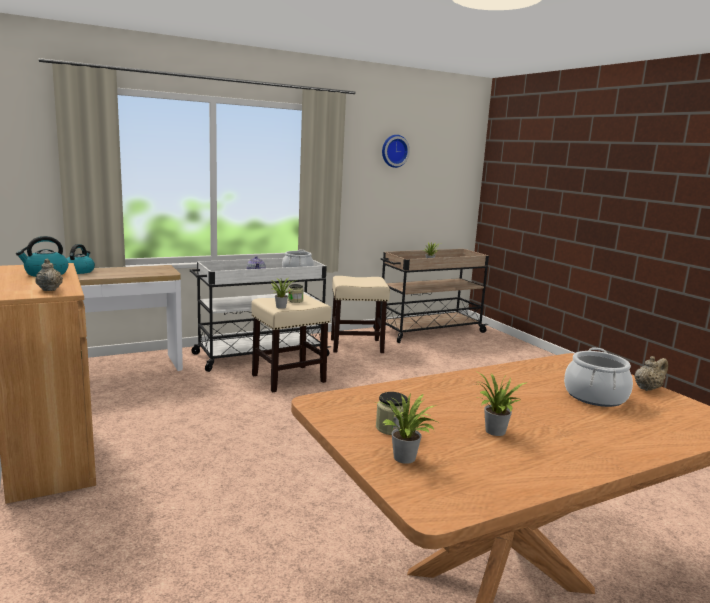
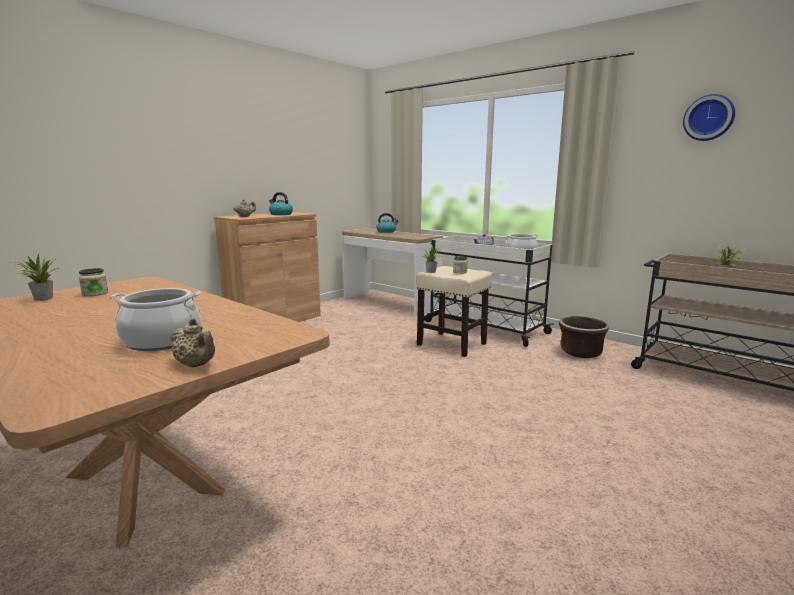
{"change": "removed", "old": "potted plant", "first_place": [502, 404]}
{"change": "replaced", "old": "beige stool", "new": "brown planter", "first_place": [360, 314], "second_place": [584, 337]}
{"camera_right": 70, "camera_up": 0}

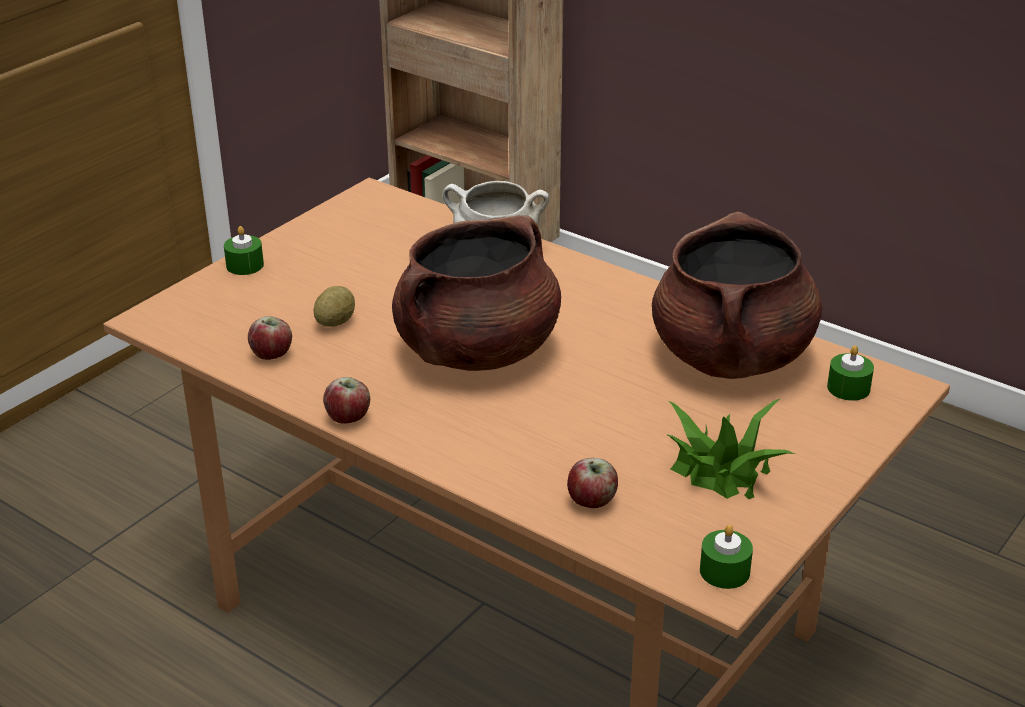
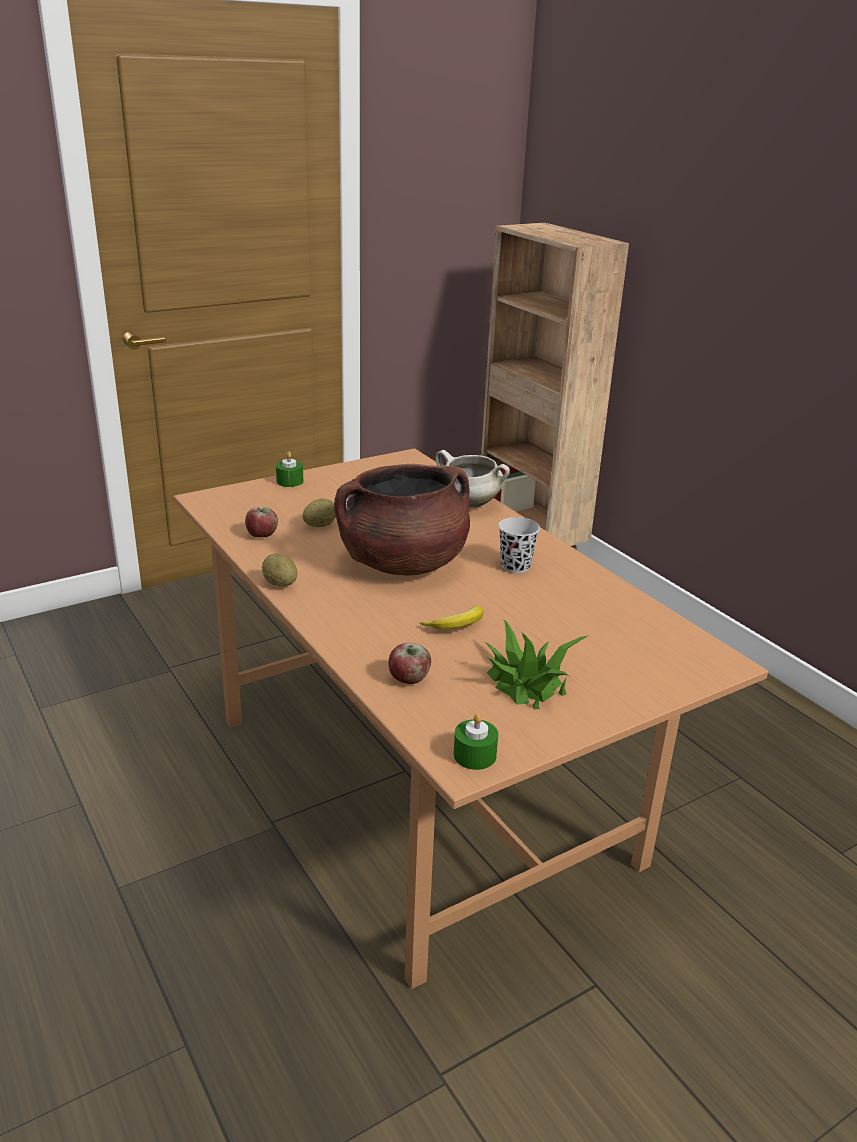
{"change": "removed", "old": "brown cooking pot", "first_place": [737, 295]}
{"change": "removed", "old": "green candle", "first_place": [850, 373]}
{"change": "added", "new": "banana", "second_place": [451, 618]}
{"change": "added", "new": "black cup", "second_place": [519, 545]}
{"change": "replaced", "old": "apple", "new": "potato", "first_place": [346, 400], "second_place": [279, 569]}
{"camera_right": 20, "camera_up": -5}

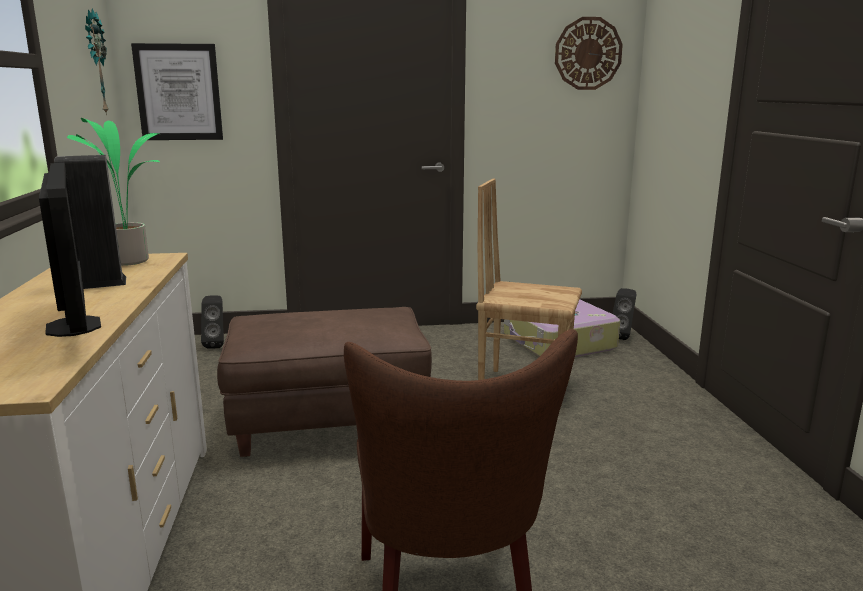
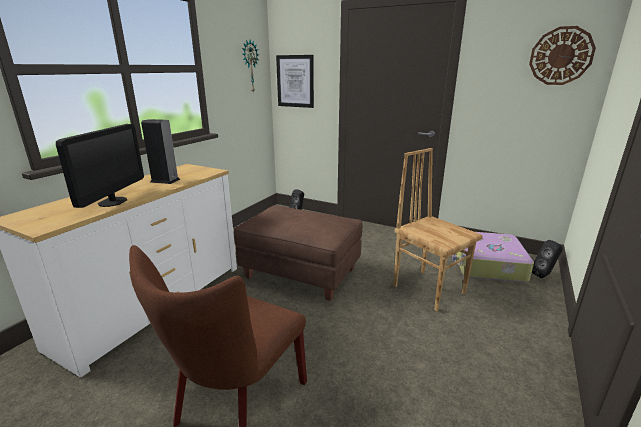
{"change": "removed", "old": "potted plant", "first_place": [113, 192]}
{"camera_right": 35, "camera_up": 5}

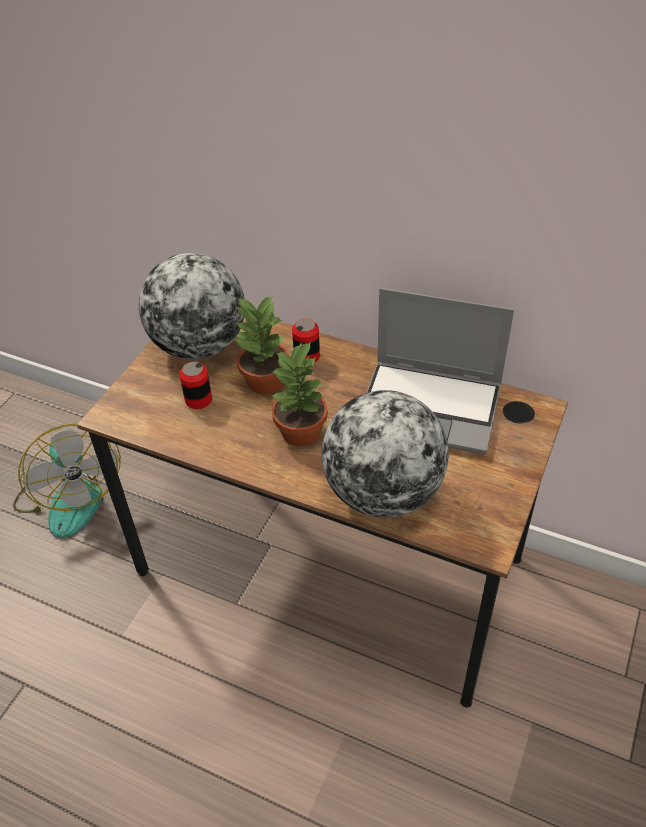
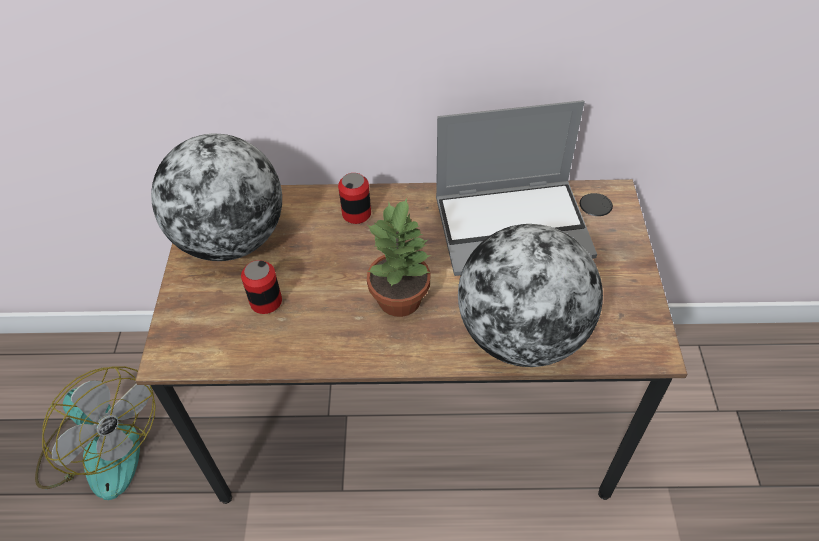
{"change": "removed", "old": "potted plant", "first_place": [261, 345]}
{"camera_right": -25, "camera_up": 5}

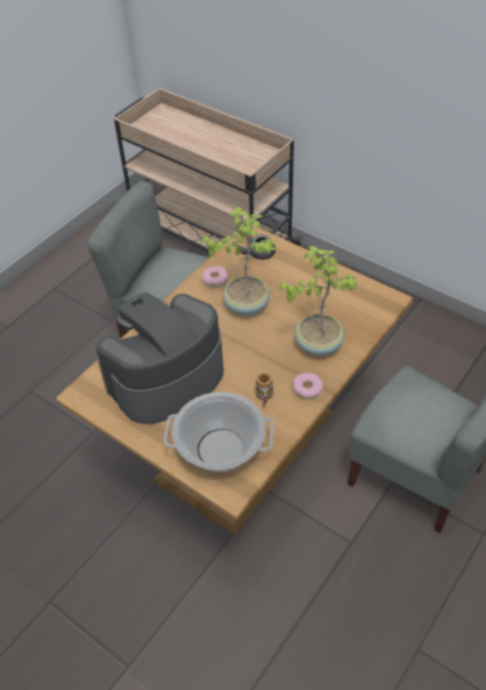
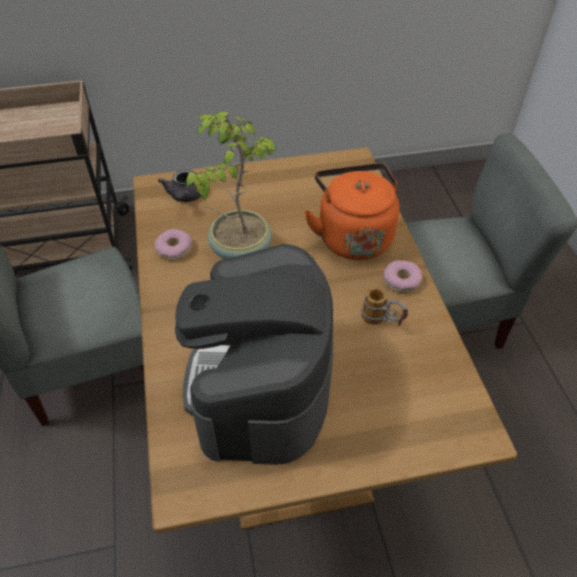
{"change": "removed", "old": "cooking pot", "first_place": [219, 432]}
{"change": "replaced", "old": "potted plant", "new": "orange kettle", "first_place": [318, 301], "second_place": [352, 211]}
{"camera_right": -50, "camera_up": 0}

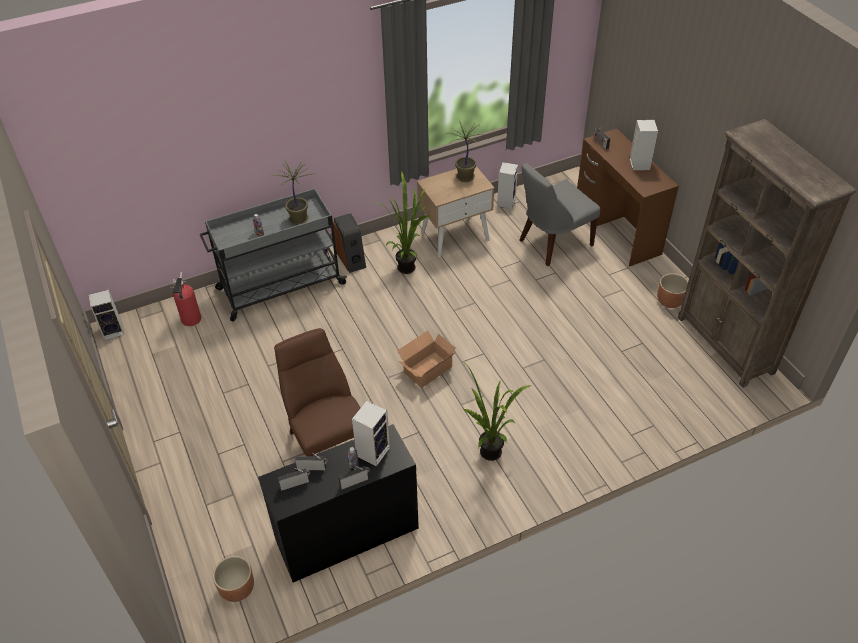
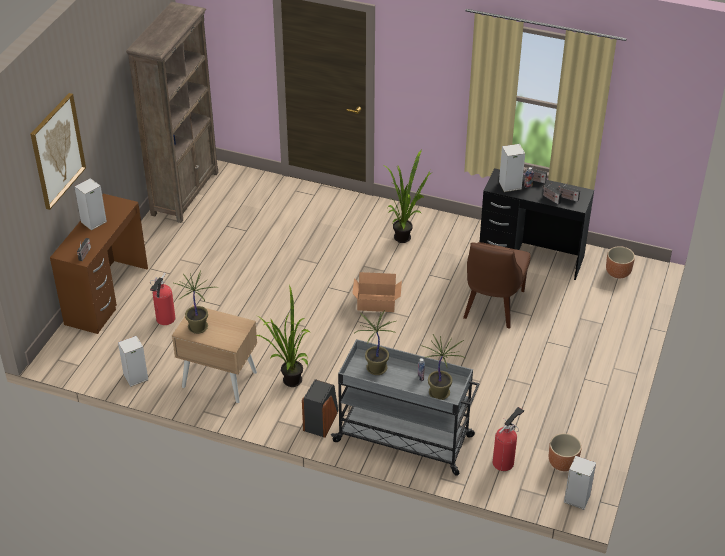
{"change": "added", "new": "picture", "second_place": [58, 151]}
{"change": "added", "new": "potted plant", "second_place": [443, 367]}
{"change": "moved", "old": "brown planter", "first_place": [672, 290], "second_place": [565, 452]}
{"change": "replaced", "old": "grey chair", "new": "fire extinguisher", "first_place": [559, 214], "second_place": [162, 299]}
{"camera_right": -135, "camera_up": -5}

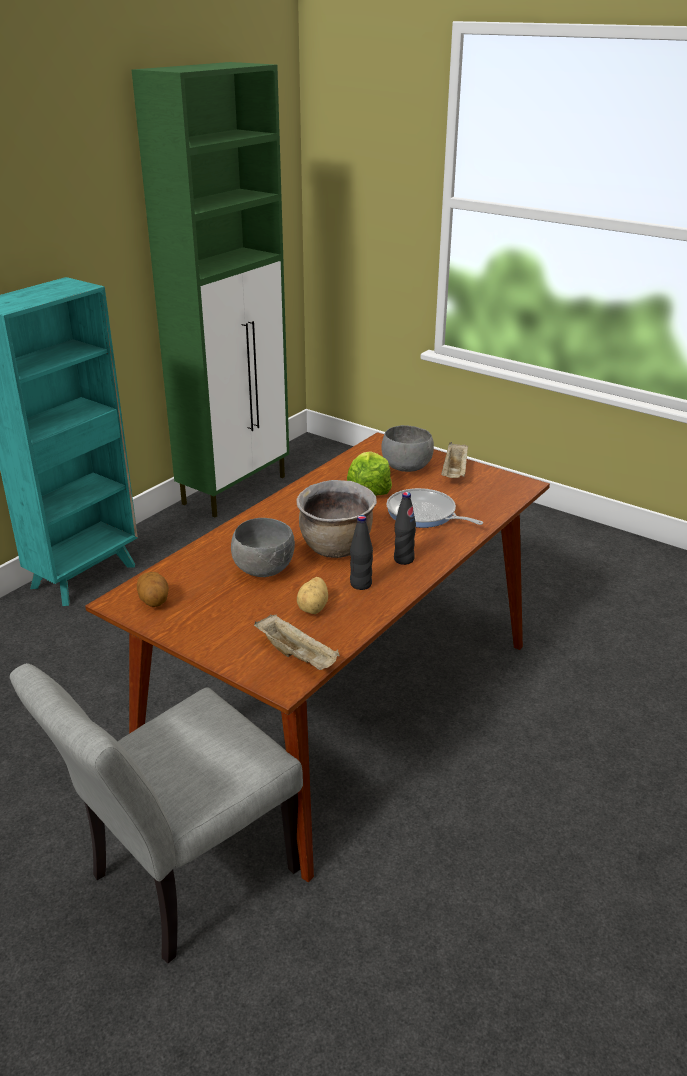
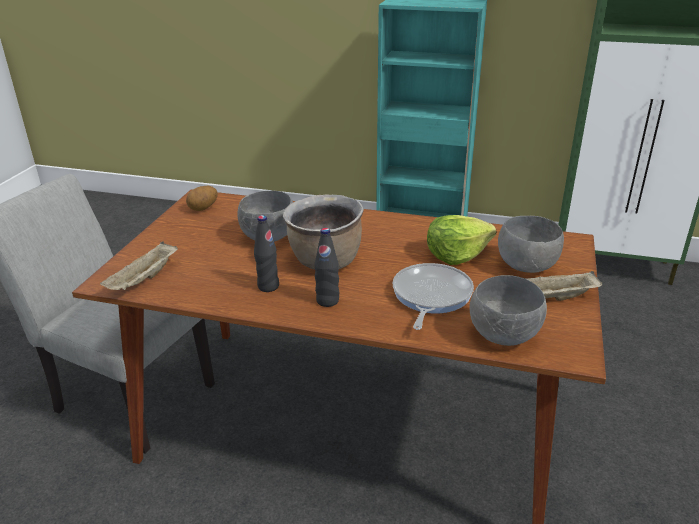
{"change": "removed", "old": "potato", "first_place": [312, 595]}
{"change": "added", "new": "grey bowl", "second_place": [508, 310]}
{"camera_right": 70, "camera_up": 0}

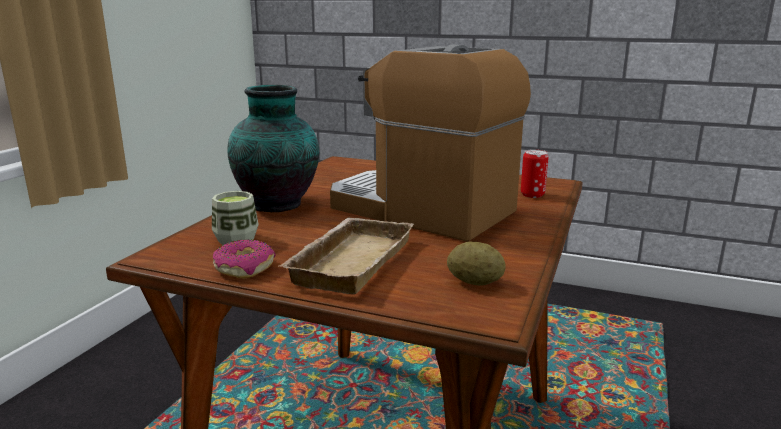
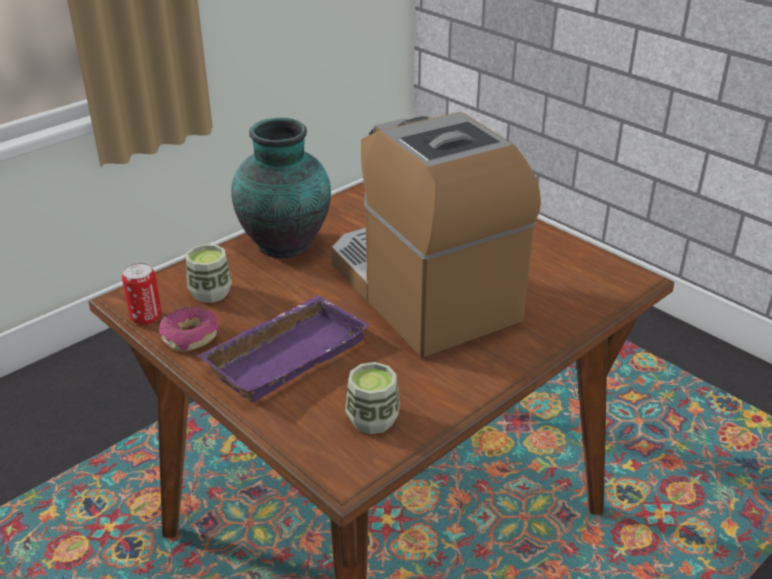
{"change": "moved", "old": "can", "first_place": [535, 173], "second_place": [142, 293]}
{"change": "replaced", "old": "potato", "new": "cup", "first_place": [476, 263], "second_place": [372, 398]}
{"change": "recoloured", "old": "beige tray", "new": "purple tray", "first_place": [346, 256], "second_place": [283, 348]}
{"camera_right": 25, "camera_up": 15}

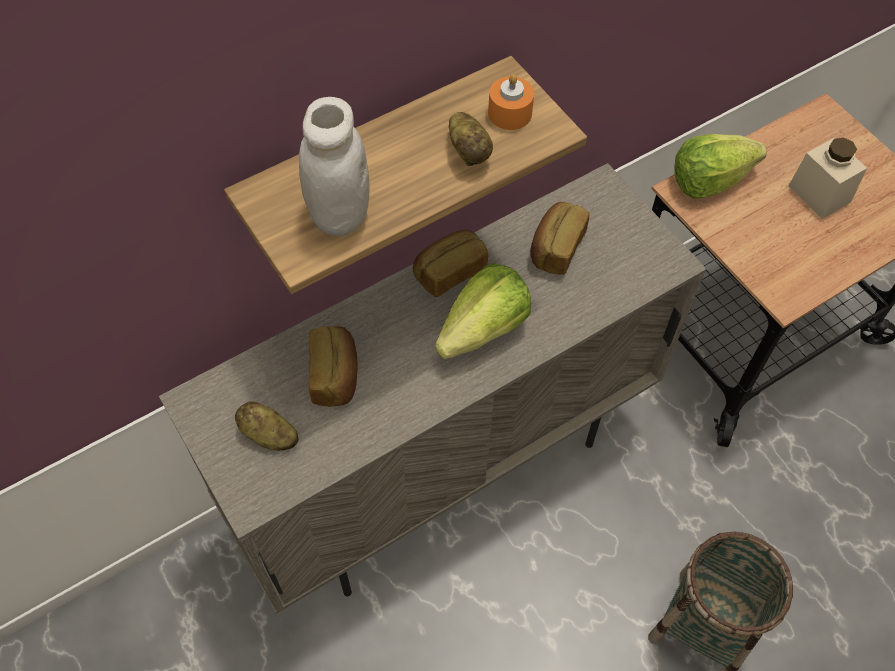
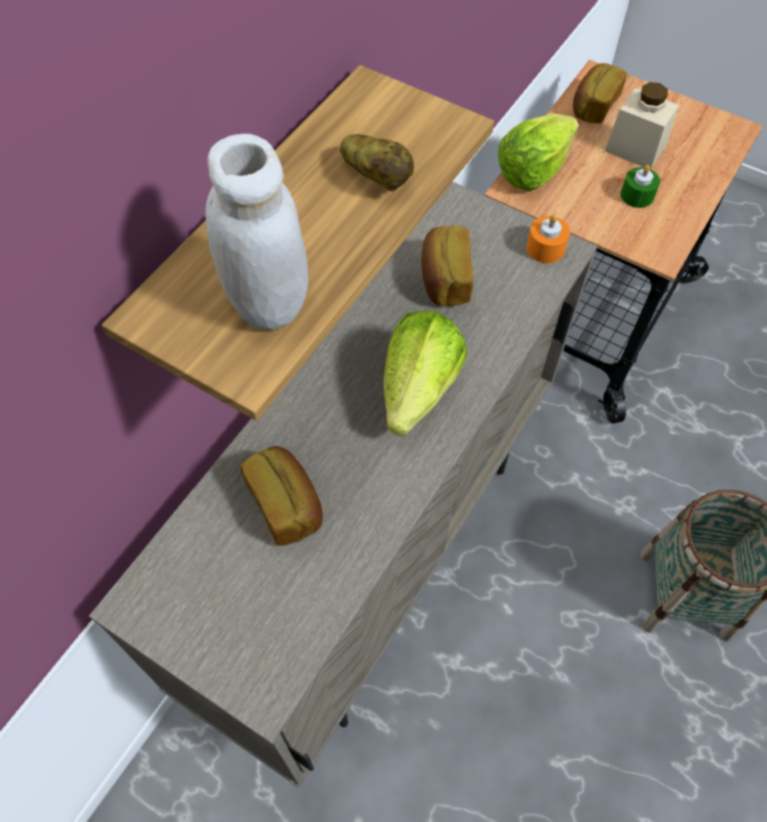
{"change": "removed", "old": "potato", "first_place": [266, 426]}
{"change": "added", "new": "green candle", "second_place": [640, 186]}
{"change": "moved", "old": "bread", "first_place": [450, 263], "second_place": [600, 93]}
{"change": "moved", "old": "orange candle", "first_place": [511, 102], "second_place": [548, 239]}
{"camera_right": -25, "camera_up": 0}

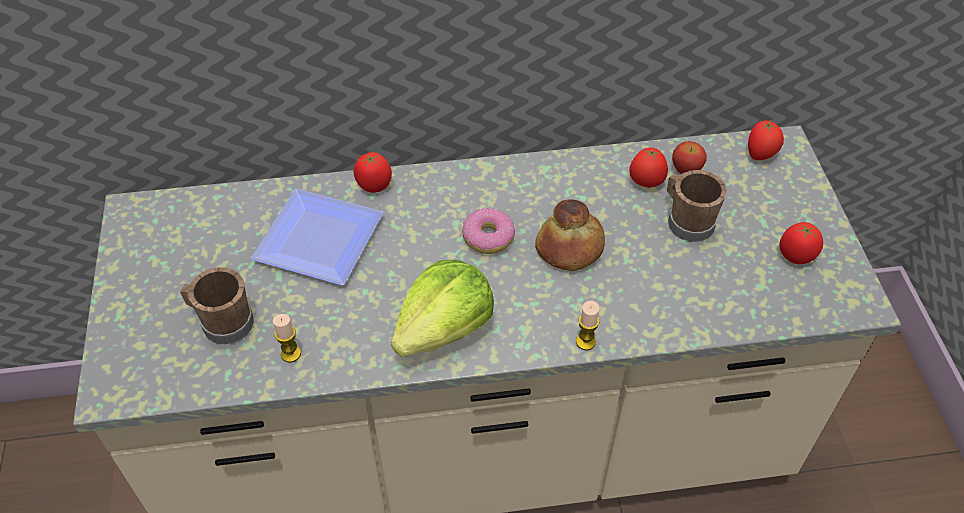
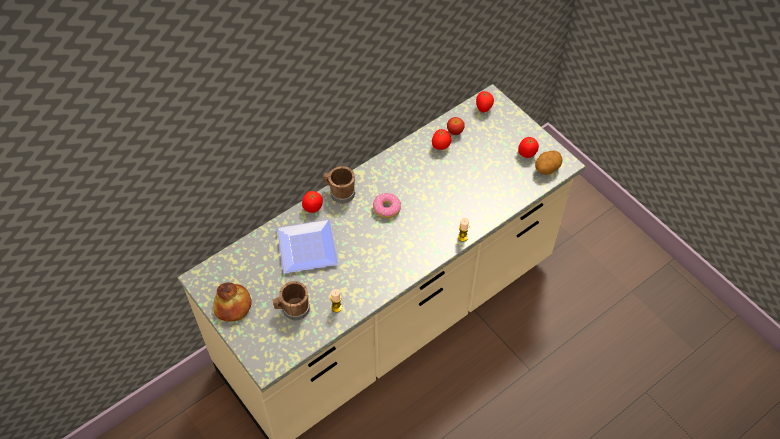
{"change": "removed", "old": "lettuce", "first_place": [442, 308]}
{"change": "added", "new": "potato", "second_place": [548, 163]}
{"change": "moved", "old": "bread", "first_place": [570, 235], "second_place": [232, 302]}
{"change": "moved", "old": "brown mug", "first_place": [697, 206], "second_place": [339, 185]}
{"camera_right": -30, "camera_up": 5}

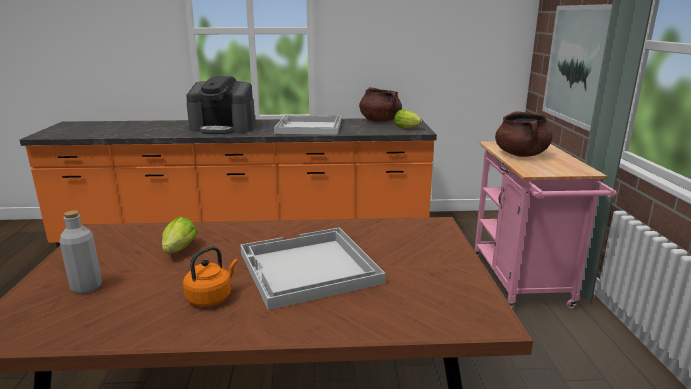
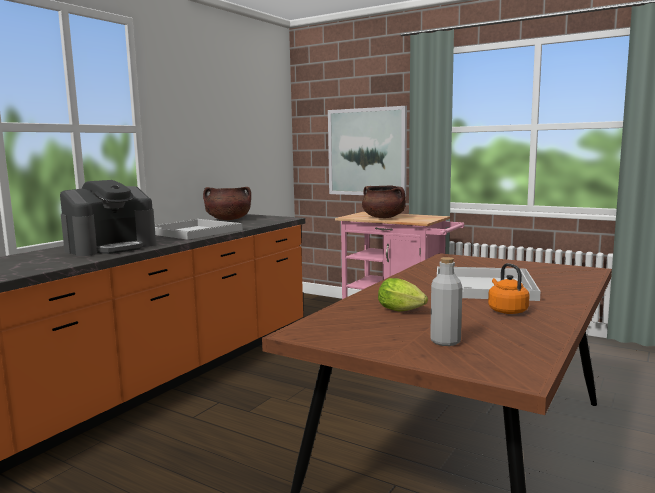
{"change": "removed", "old": "lettuce", "first_place": [408, 119]}
{"camera_right": -55, "camera_up": -10}

